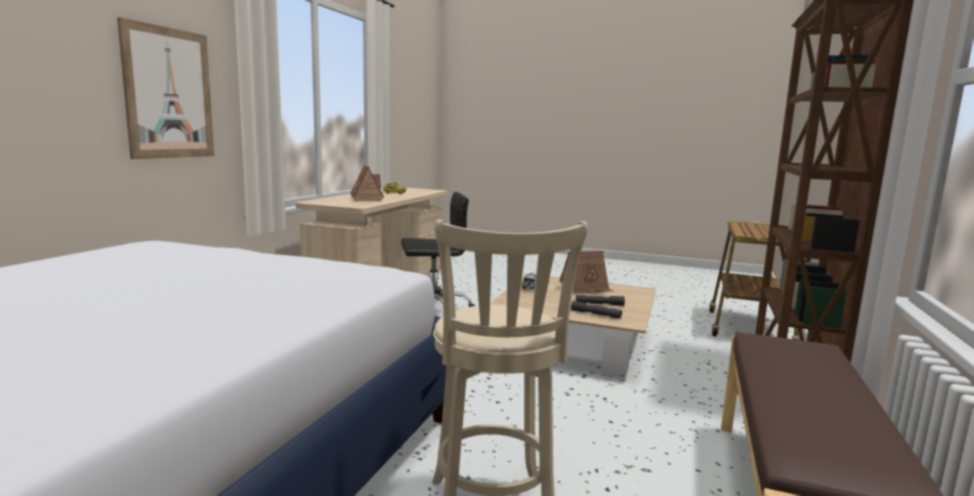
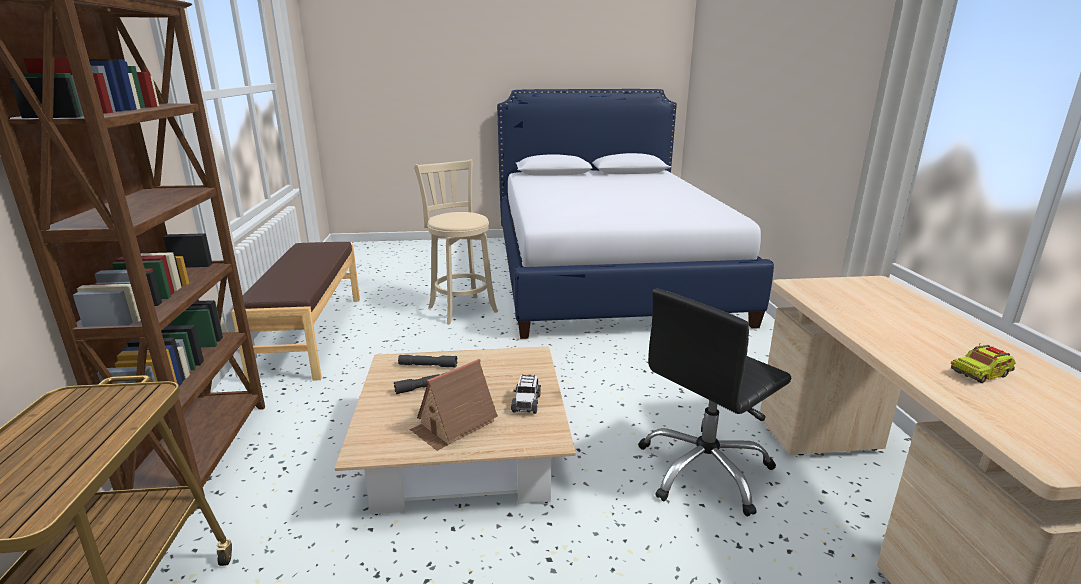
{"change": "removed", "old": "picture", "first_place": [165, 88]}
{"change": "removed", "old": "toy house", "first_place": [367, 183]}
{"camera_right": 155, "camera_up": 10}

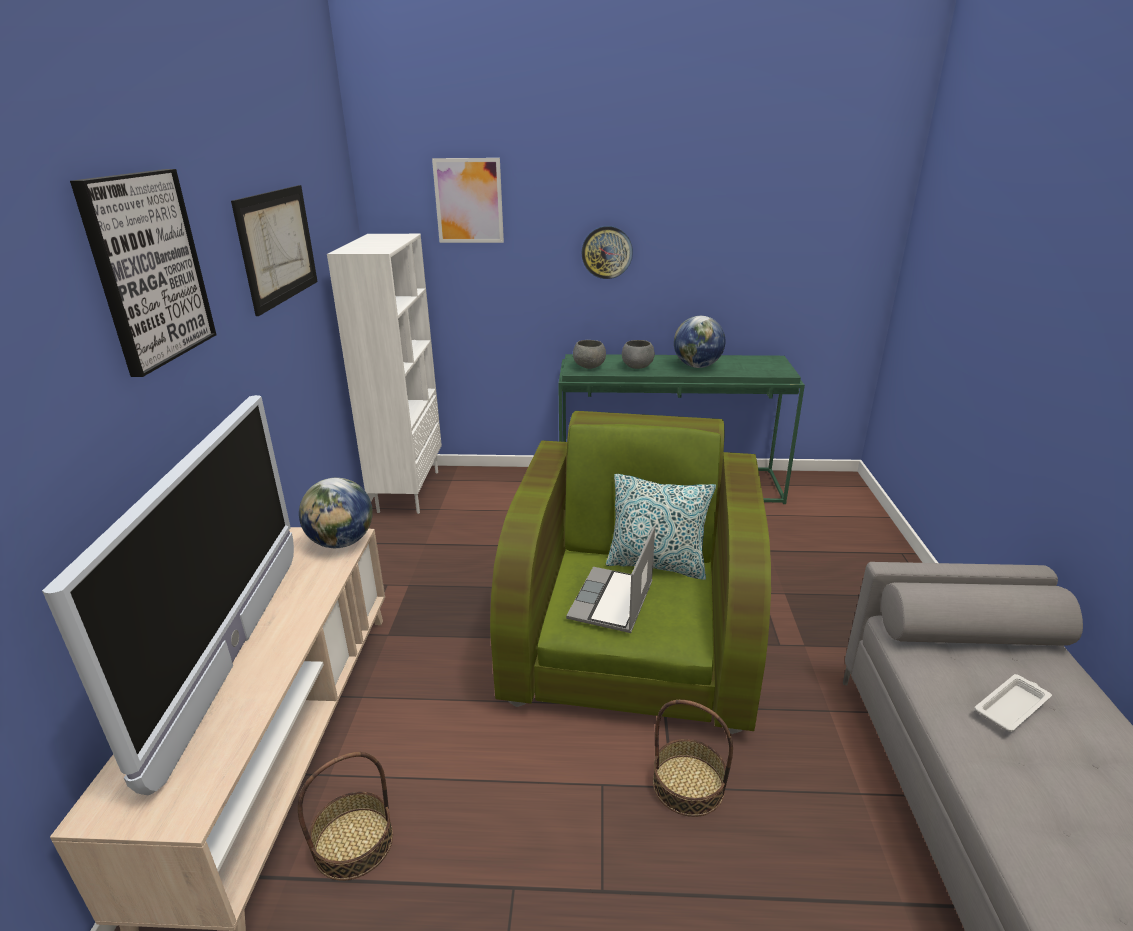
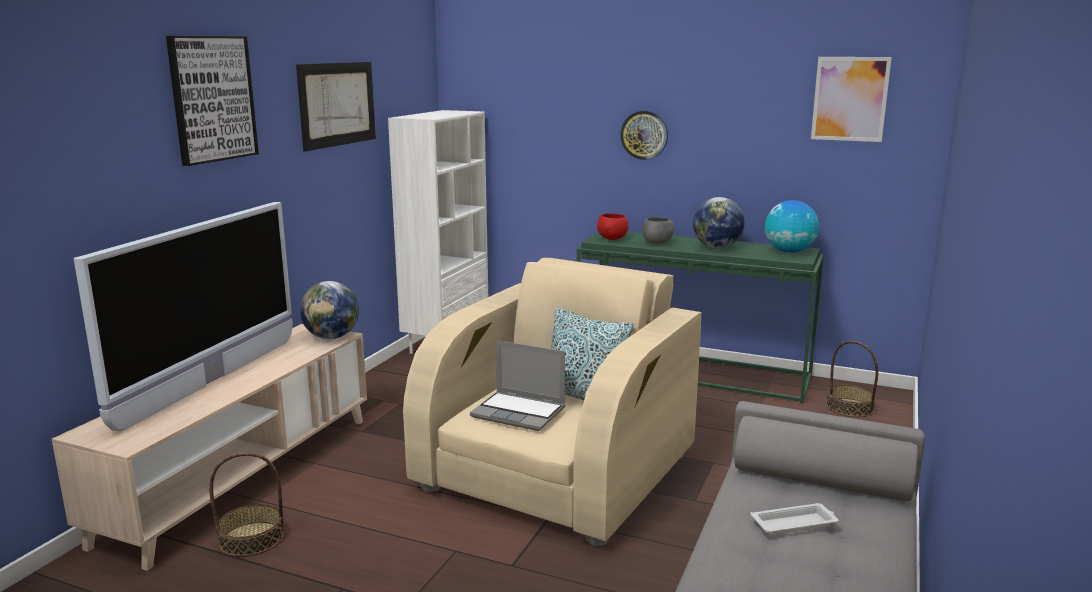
{"change": "added", "new": "globe", "second_place": [792, 226]}
{"change": "moved", "old": "picture", "first_place": [468, 200], "second_place": [851, 99]}
{"change": "moved", "old": "basket", "first_place": [693, 758], "second_place": [852, 379]}
{"change": "recoloured", "old": "green armchair", "new": "beige armchair", "first_place": [630, 572], "second_place": [552, 402]}
{"change": "recoloured", "old": "grey bowl", "new": "red bowl", "first_place": [589, 354], "second_place": [613, 226]}
{"change": "turned", "old": "laptop", "first_place": [610, 579], "second_place": [517, 385], "degrees": -105}
{"camera_right": 20, "camera_up": -10}

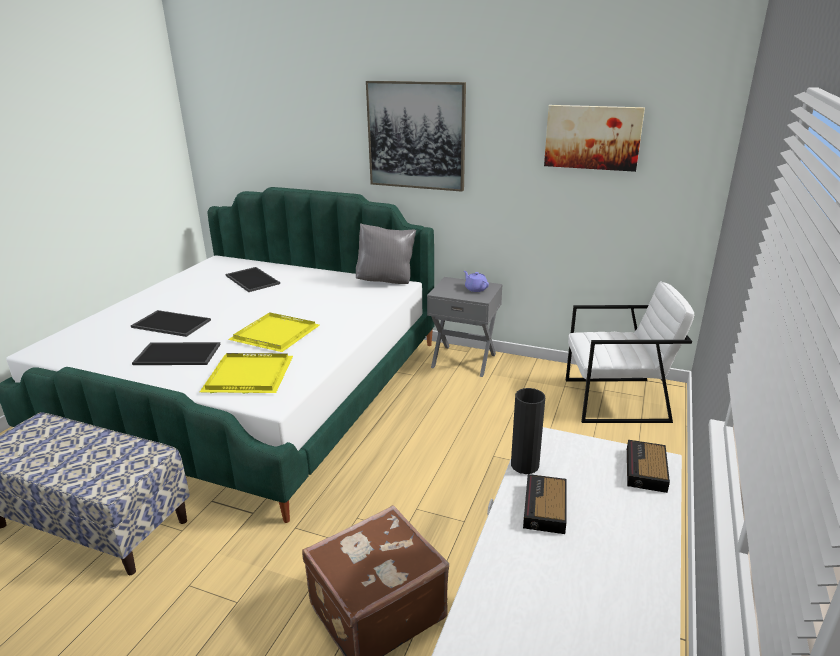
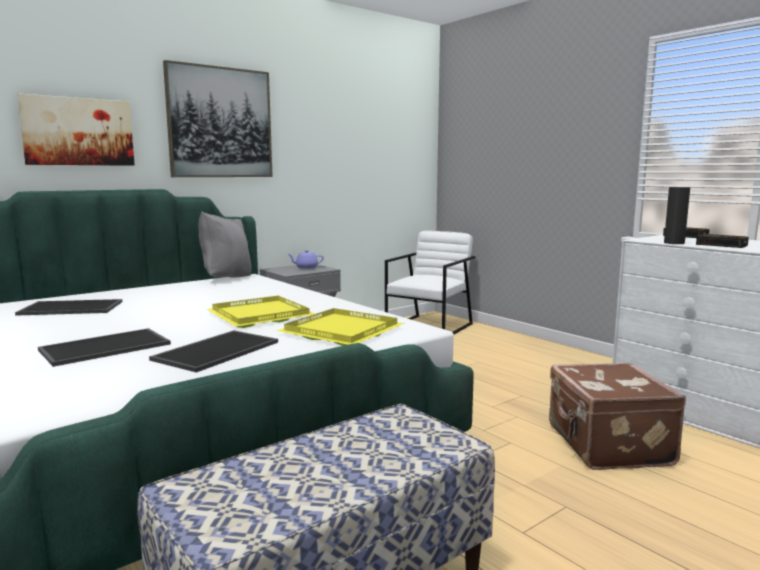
{"change": "moved", "old": "picture", "first_place": [594, 138], "second_place": [76, 129]}
{"camera_right": -60, "camera_up": -15}

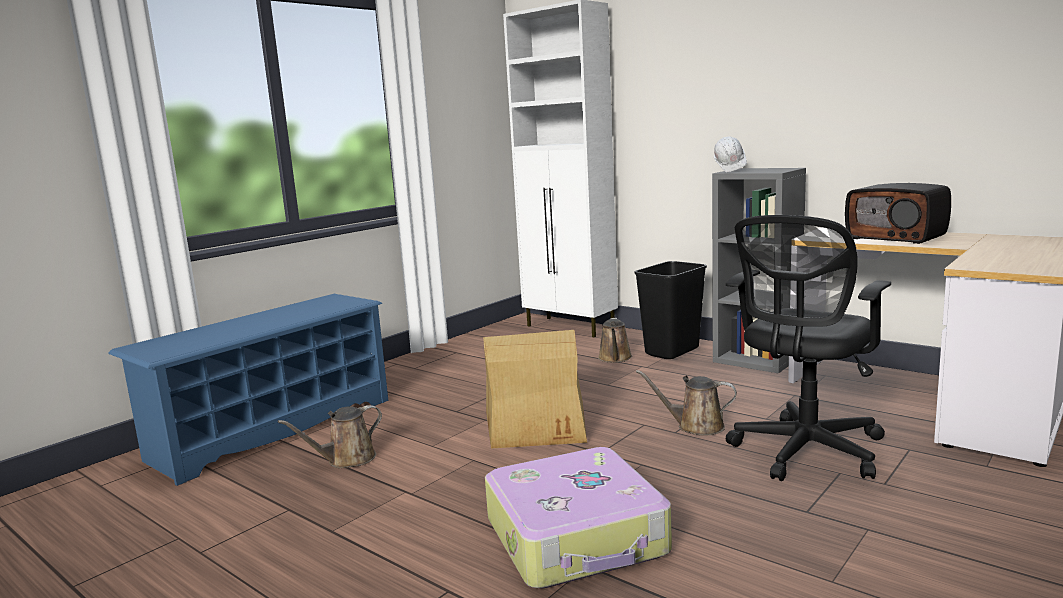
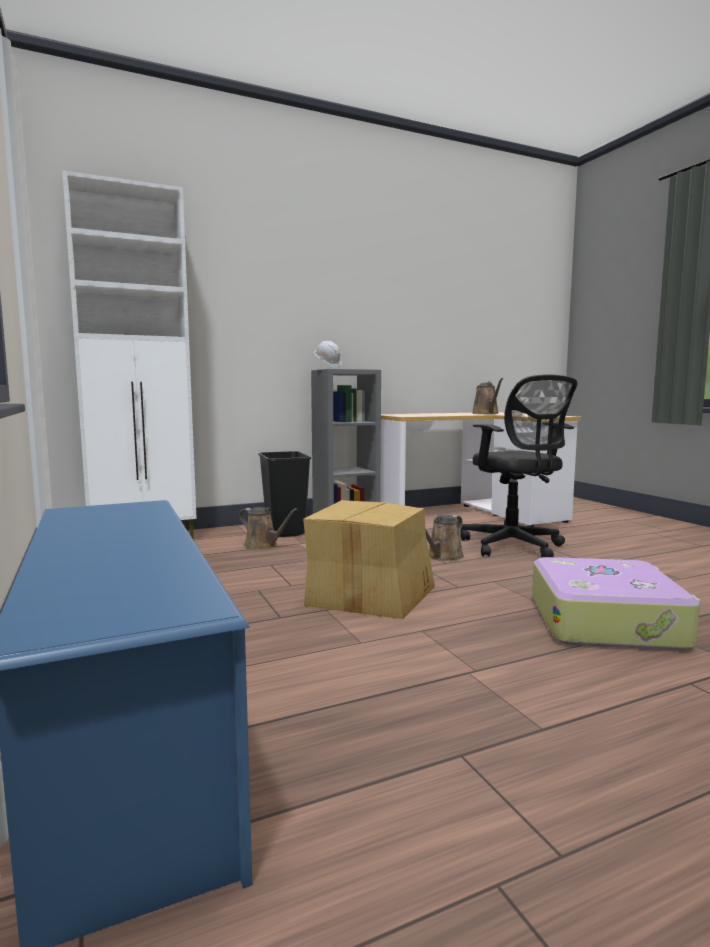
{"change": "removed", "old": "radio", "first_place": [898, 213]}
{"change": "moved", "old": "brown watering can", "first_place": [330, 436], "second_place": [487, 396]}
{"camera_right": -65, "camera_up": -5}

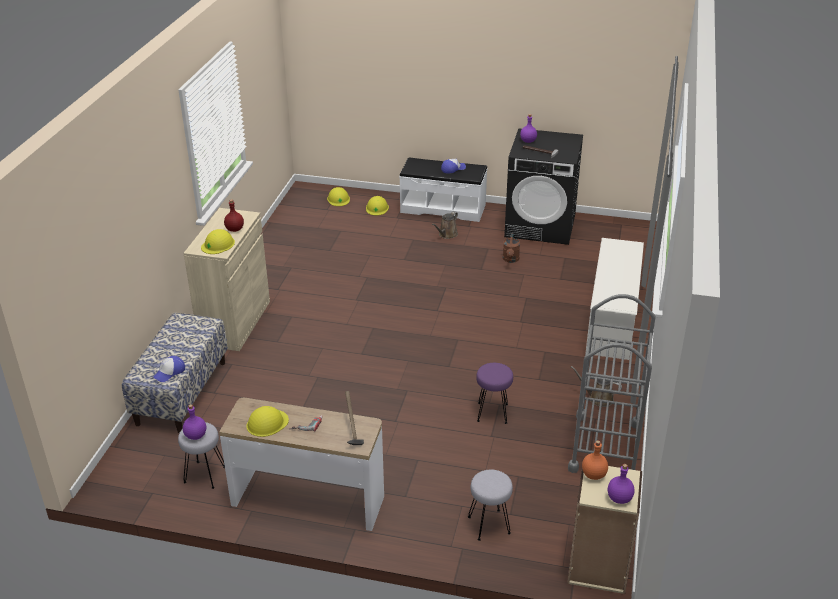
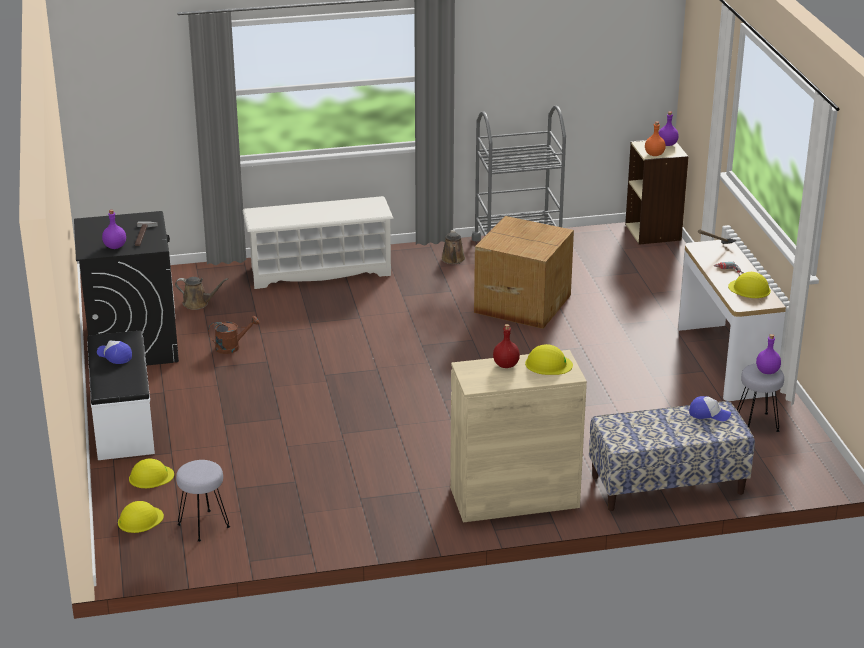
{"change": "moved", "old": "brown watering can", "first_place": [445, 225], "second_place": [201, 293]}
{"change": "moved", "old": "grey stool", "first_place": [490, 505], "second_place": [203, 501]}
{"change": "replaced", "old": "purple stool", "new": "cardboard box", "first_place": [494, 393], "second_place": [524, 272]}
{"camera_right": -115, "camera_up": -5}

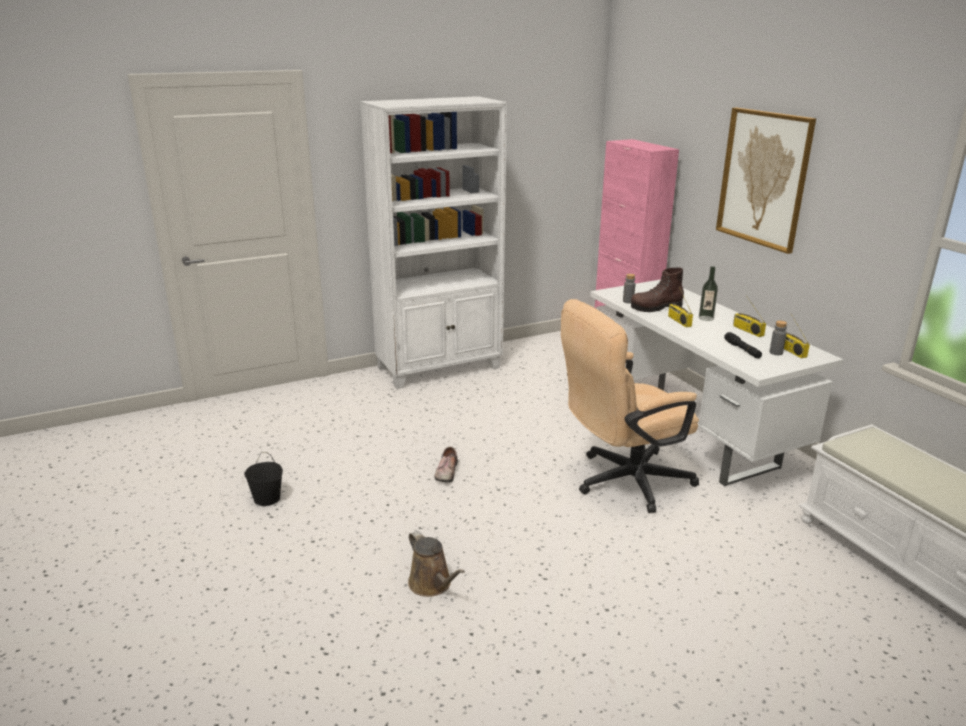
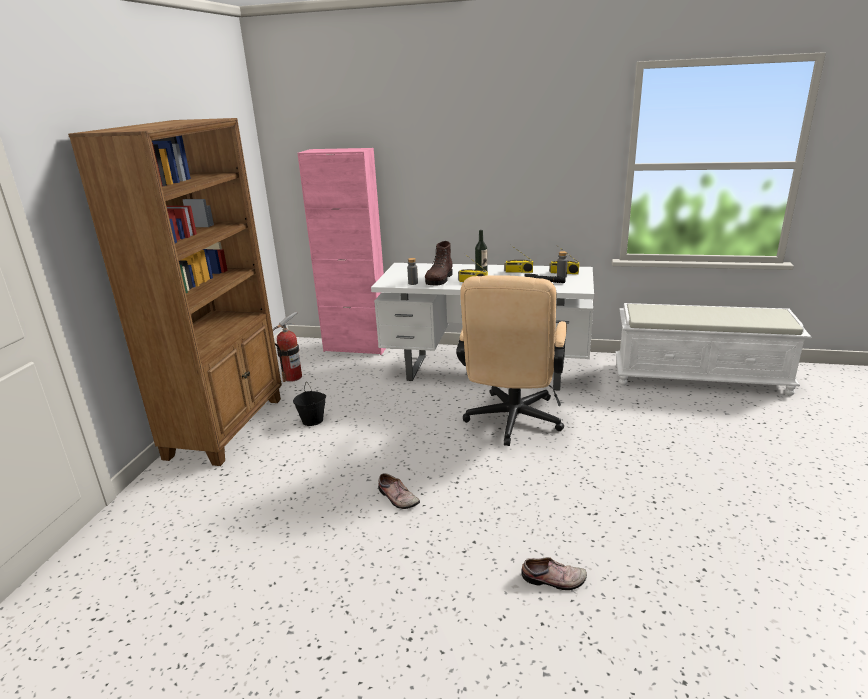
{"change": "removed", "old": "picture", "first_place": [766, 181]}
{"change": "added", "new": "fire extinguisher", "second_place": [287, 347]}
{"change": "moved", "old": "black bucket", "first_place": [263, 479], "second_place": [309, 404]}
{"change": "replaced", "old": "brown watering can", "new": "shoe", "first_place": [436, 563], "second_place": [554, 573]}
{"change": "recoloured", "old": "white bookcase", "new": "brown bookcase", "first_place": [433, 242], "second_place": [175, 292]}
{"camera_right": -50, "camera_up": 0}

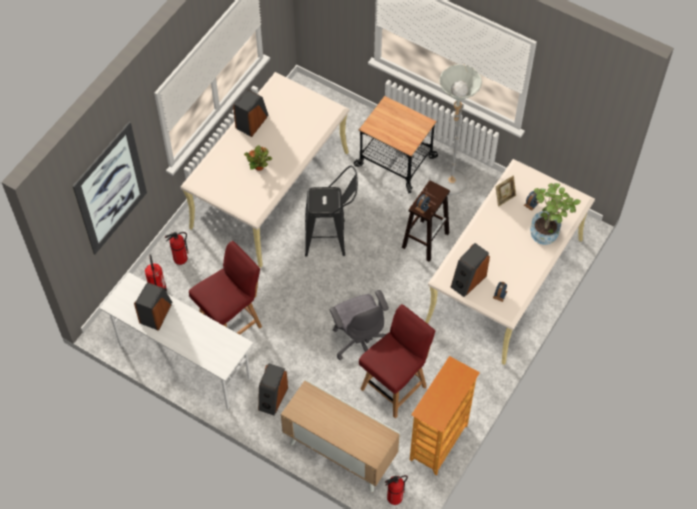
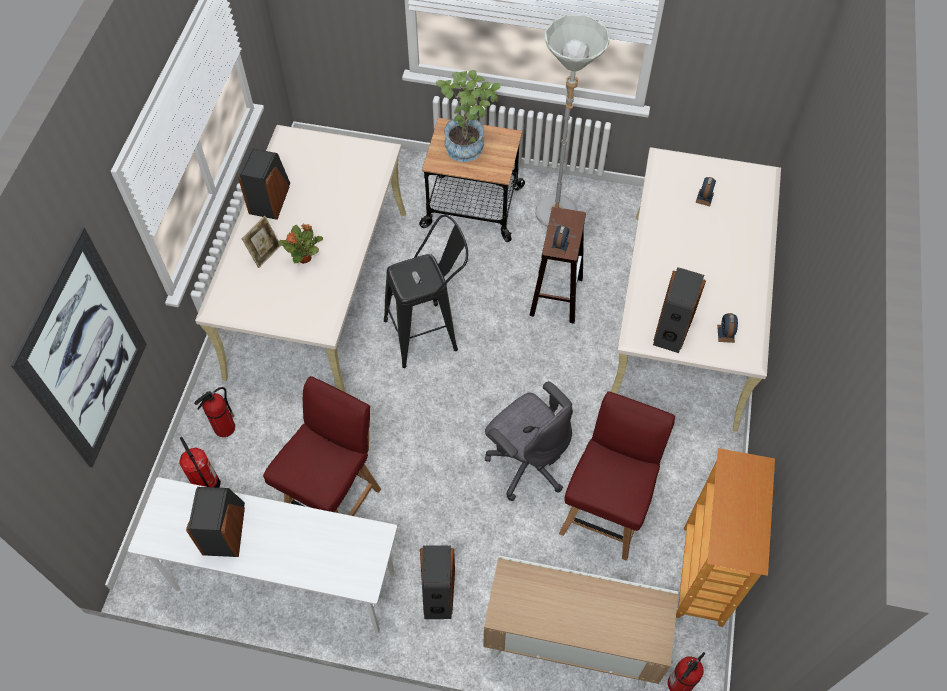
{"change": "moved", "old": "picture frame", "first_place": [505, 191], "second_place": [261, 242]}
{"change": "moved", "old": "potted plant", "first_place": [555, 214], "second_place": [468, 116]}
{"camera_right": -20, "camera_up": 0}

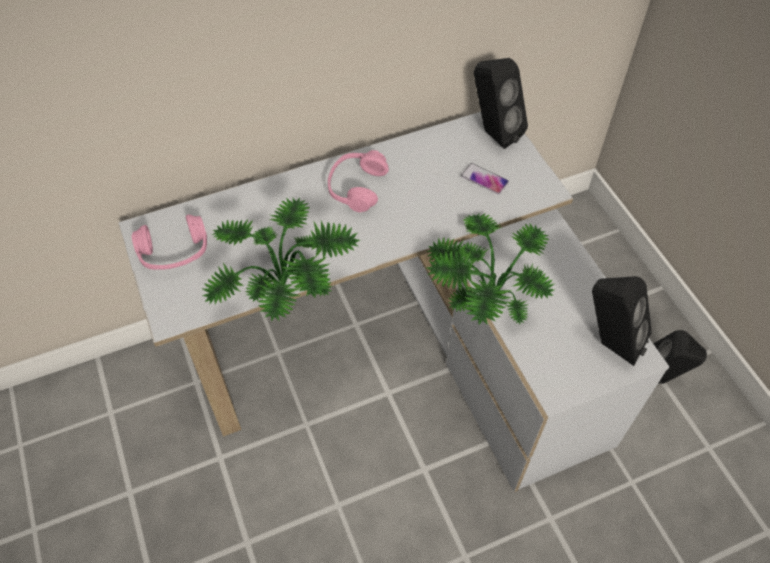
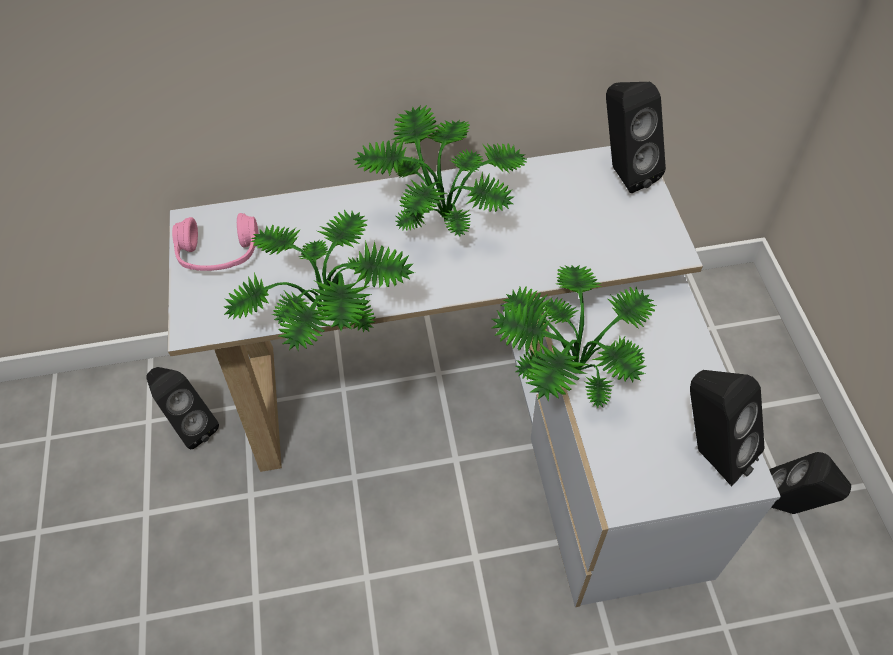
{"change": "removed", "old": "phone", "first_place": [485, 179]}
{"change": "added", "new": "black speaker", "second_place": [183, 408]}
{"change": "replaced", "old": "pink headphones", "new": "potted plant", "first_place": [358, 181], "second_place": [440, 170]}
{"camera_right": 15, "camera_up": 0}

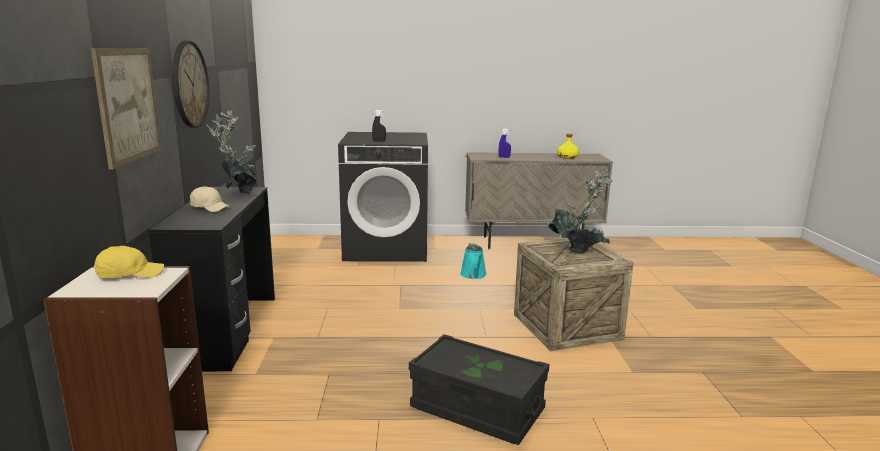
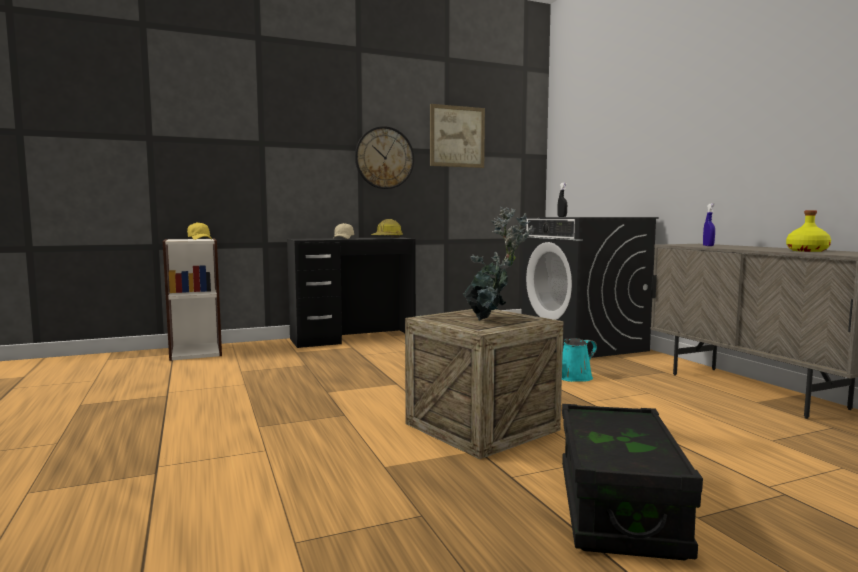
{"change": "moved", "old": "picture", "first_place": [126, 109], "second_place": [457, 136]}
{"change": "moved", "old": "black storage box", "first_place": [479, 389], "second_place": [632, 482]}
{"change": "replaced", "old": "potted plant", "new": "hard hat", "first_place": [232, 152], "second_place": [387, 228]}
{"camera_right": 70, "camera_up": -10}

